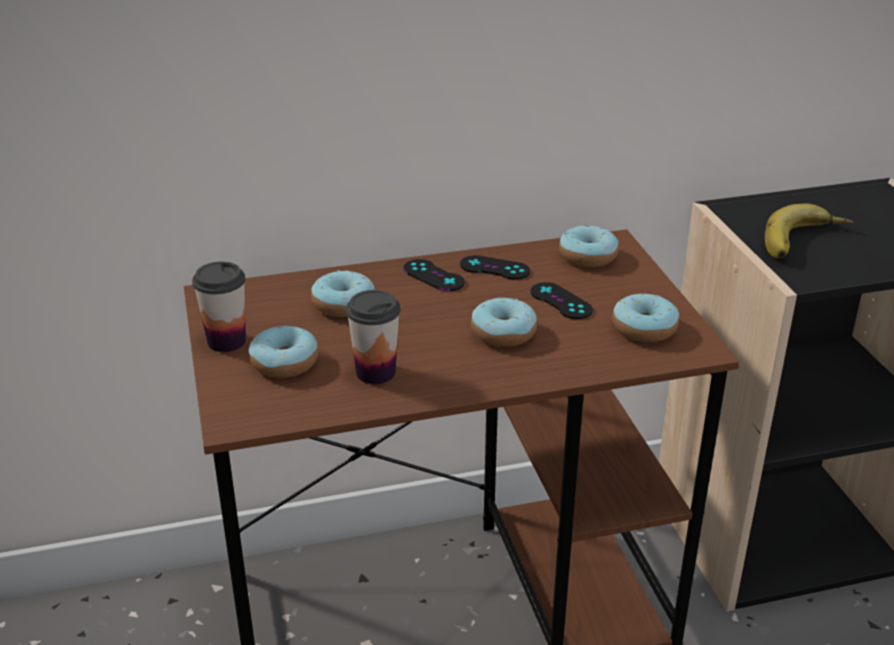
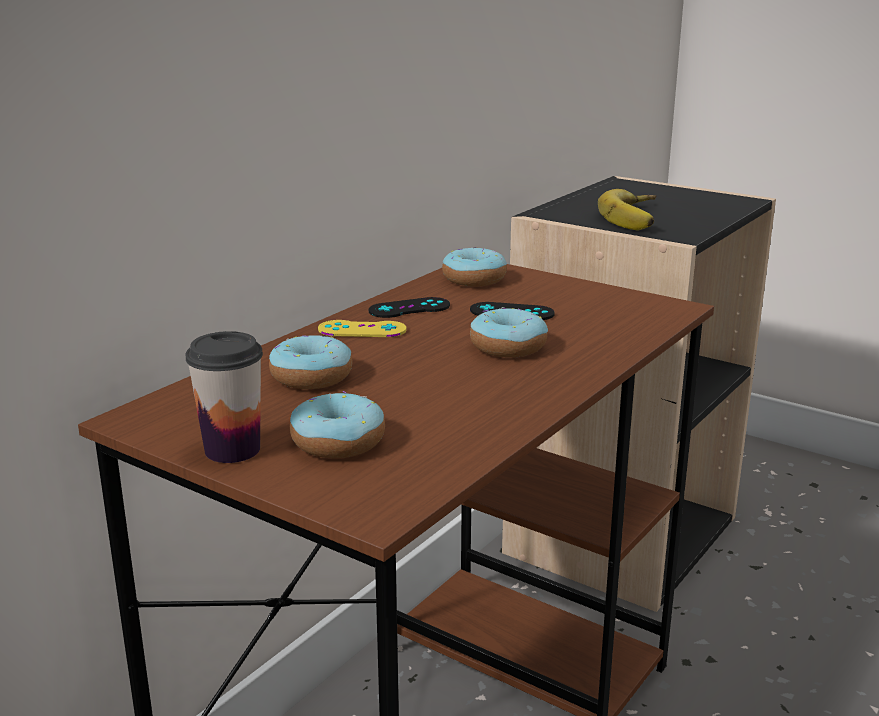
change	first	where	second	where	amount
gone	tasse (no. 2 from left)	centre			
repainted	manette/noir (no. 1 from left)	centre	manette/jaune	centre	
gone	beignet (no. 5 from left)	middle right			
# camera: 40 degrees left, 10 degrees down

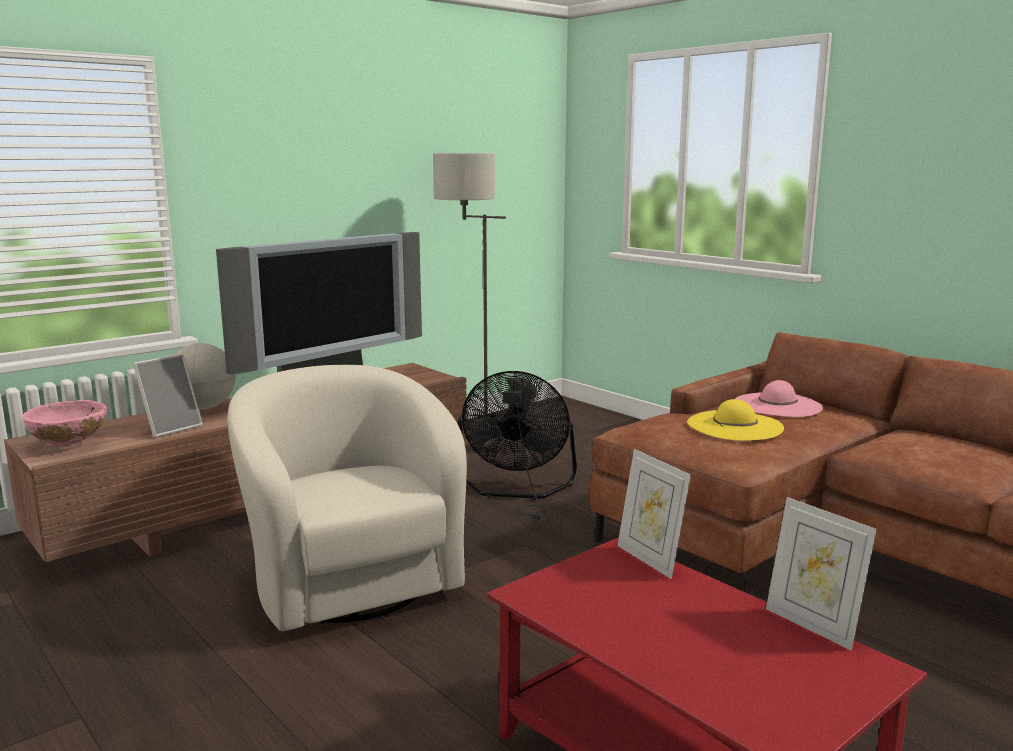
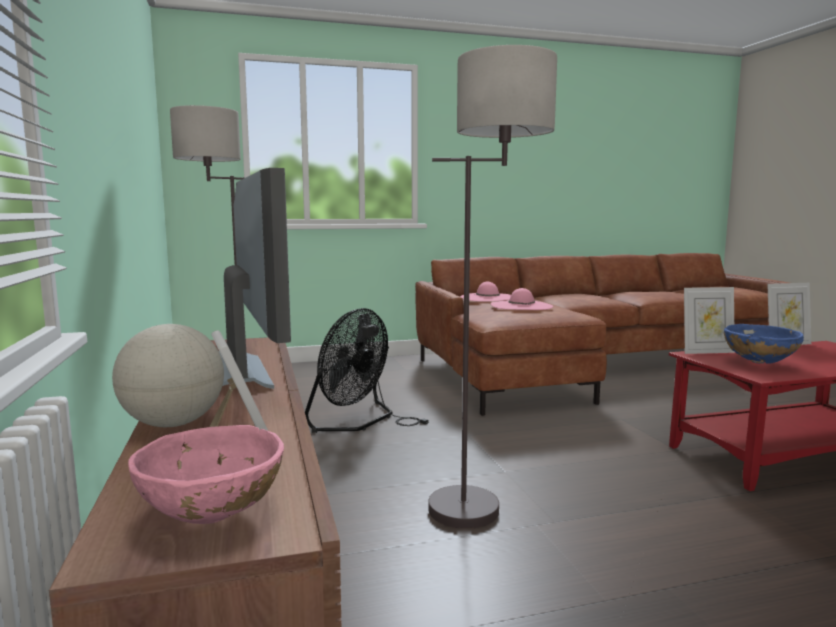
change	first	where	second	where	amount
swapped	fauteuil/beige	centre	lampadaire/gris (no. 2 from left)	centre	
repainted	chapeau/jaune	middle right	chapeau/rose (no. 2 from left)	centre	
new			bol/bleu	middle right	
# camera: 65 degrees left, 5 degrees down

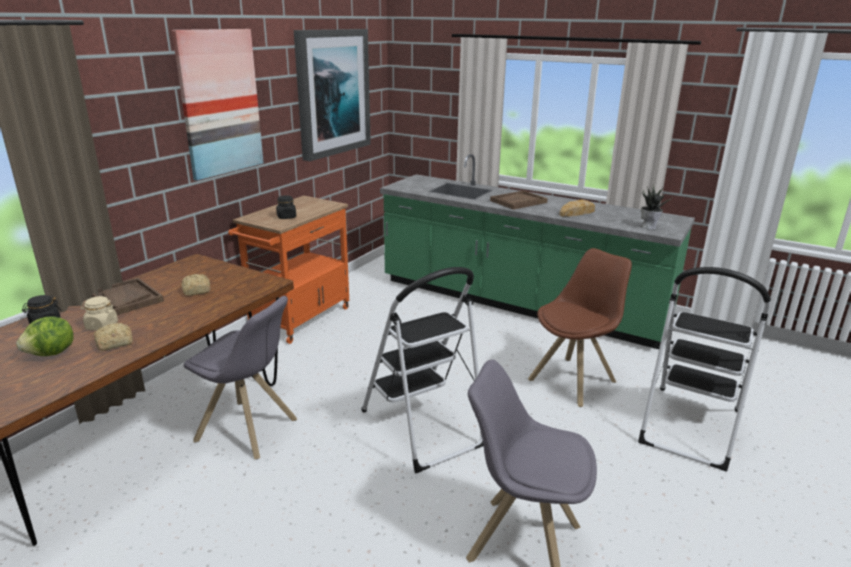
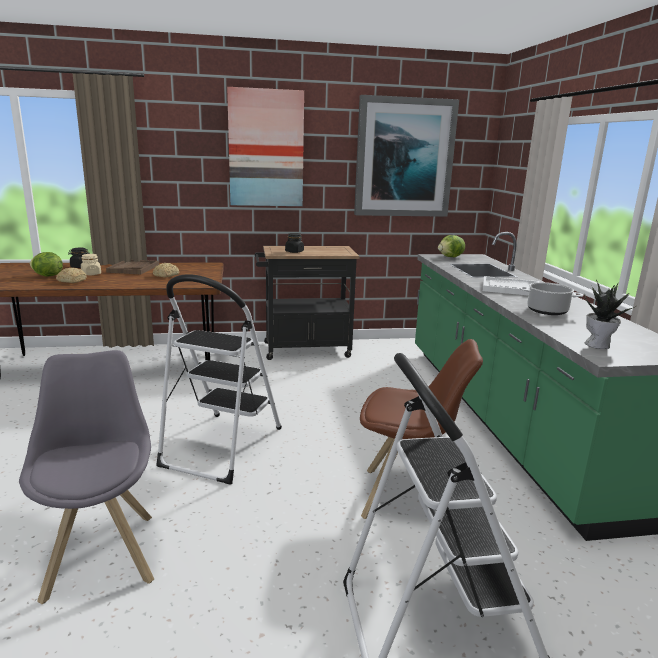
change	first	where	second	where	amount
gone	chaise/gris (no. 1 from left)	middle left			
repainted	chariot/orange	centre	chariot/noir	centre	
repainted	plateau/marron (no. 2 from left)	centre	plateau/blanc	middle right	
swapped	pain (no. 3 from left)	middle right	marmite	middle right	
new			laitue (no. 2 from left)	middle right	
# camera: 50 degrees right, 5 degrees down

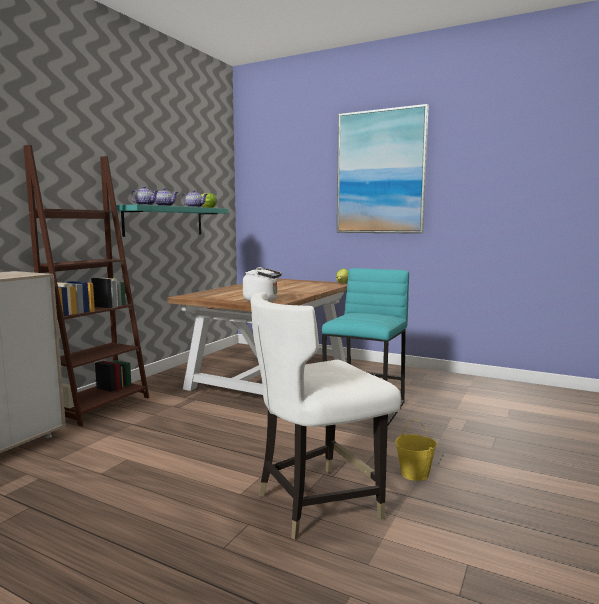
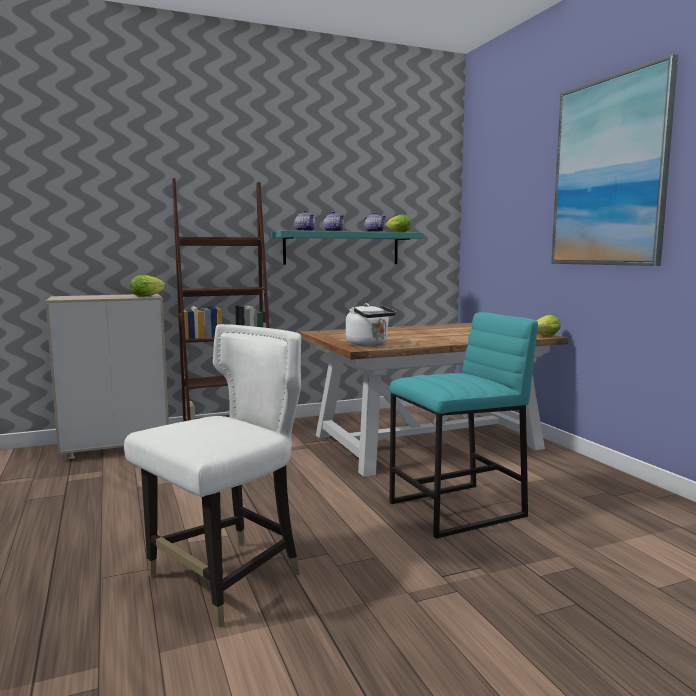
change	first	where	second	where	amount
rotated	chaise/blanc	bottom centre		bottom left	120 degrees clockwise
gone	seau/jaune	bottom right			
new			laitue (no. 1 from left)	middle left	
# camera: 40 degrees right, 0 degrees up

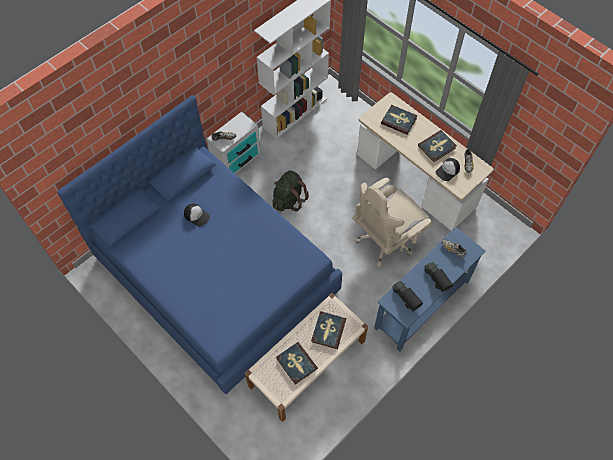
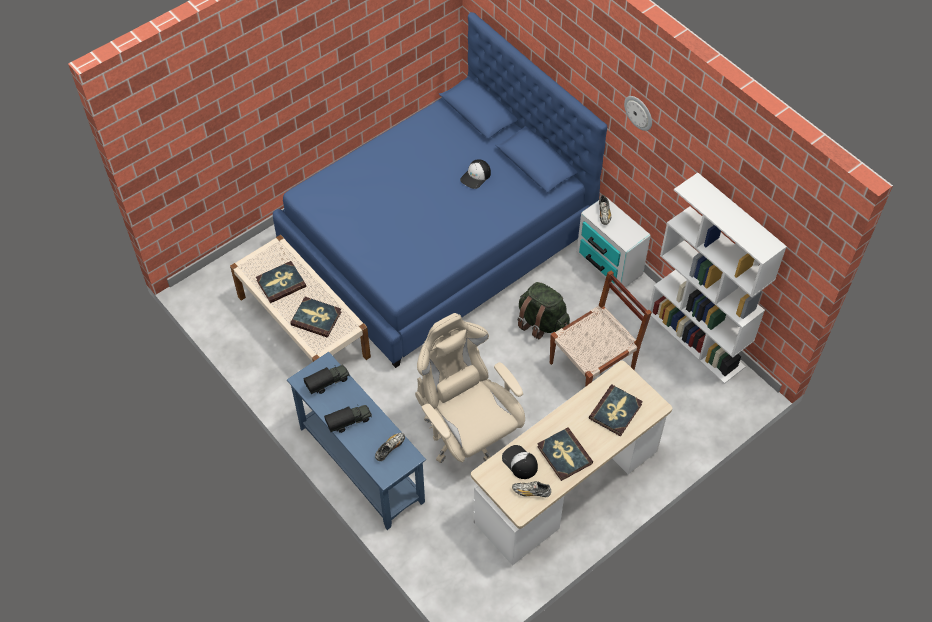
change	first	where	second	where	amount
new			chaise	centre	
new			horloge murale	top right	
# camera: 95 degrees right, 5 degrees down

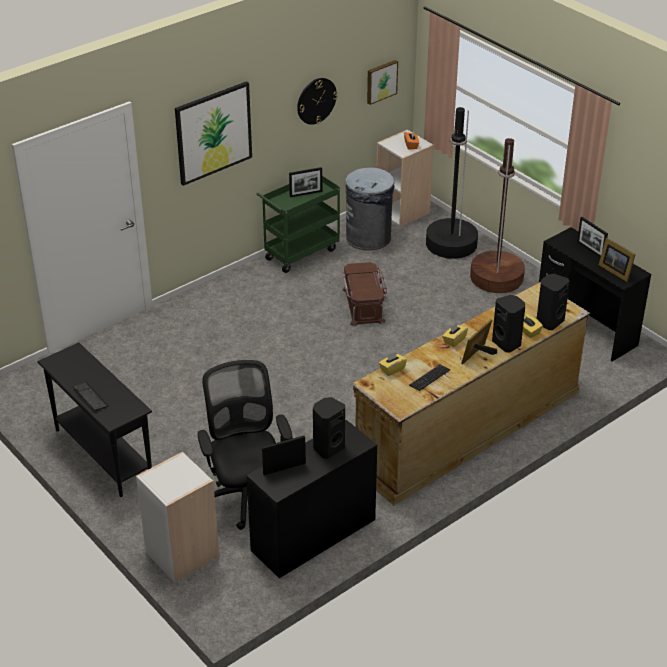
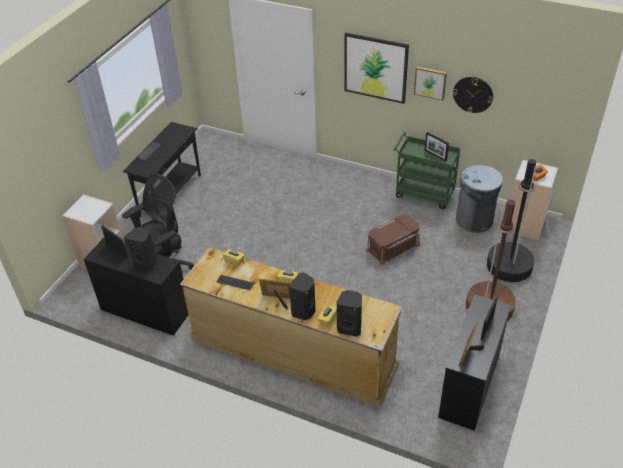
change	first	where	second	where	amount
shifted	tableau (no. 2 from left)	top centre		top right	
# camera: 65 degrees right, 5 degrees up

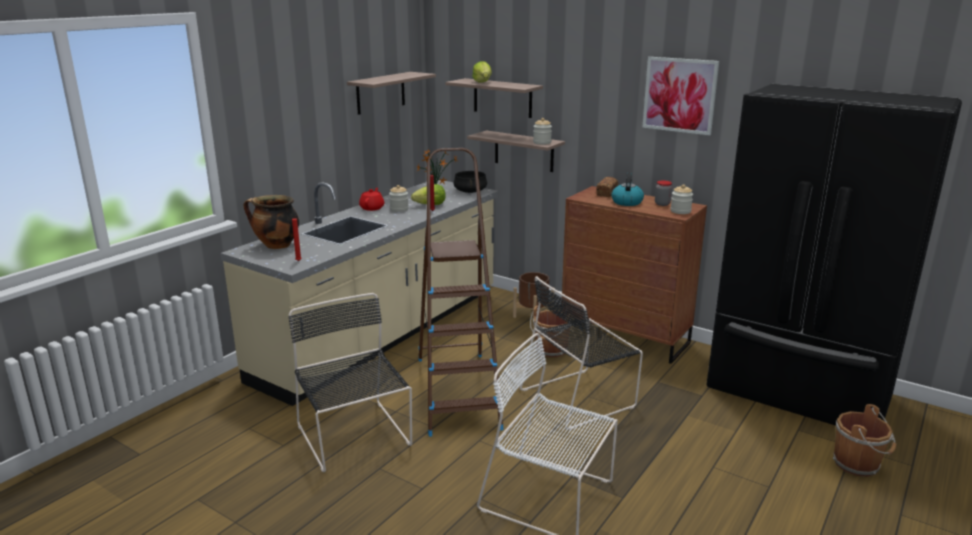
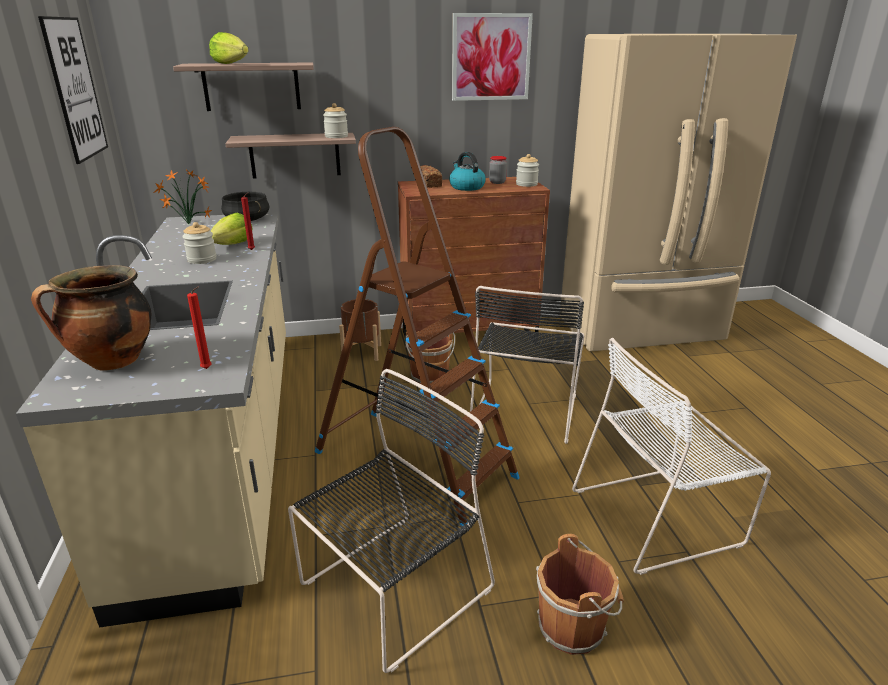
change	first	where	second	where	amount
rotated	chaise/noir (no. 1 from left)	bottom centre		bottom centre	120 degrees clockwise
swapped	étagère (no. 1 from left)	top centre	tableau (no. 1 from left)	top left	
gone	théière/rouge	centre			
repainted	réfrigérateur/noir	middle right	réfrigérateur/beige	top right	
shifted	seau/marron (no. 2 from left)	bottom right		bottom centre	
# camera: 45 degrees left, 5 degrees up

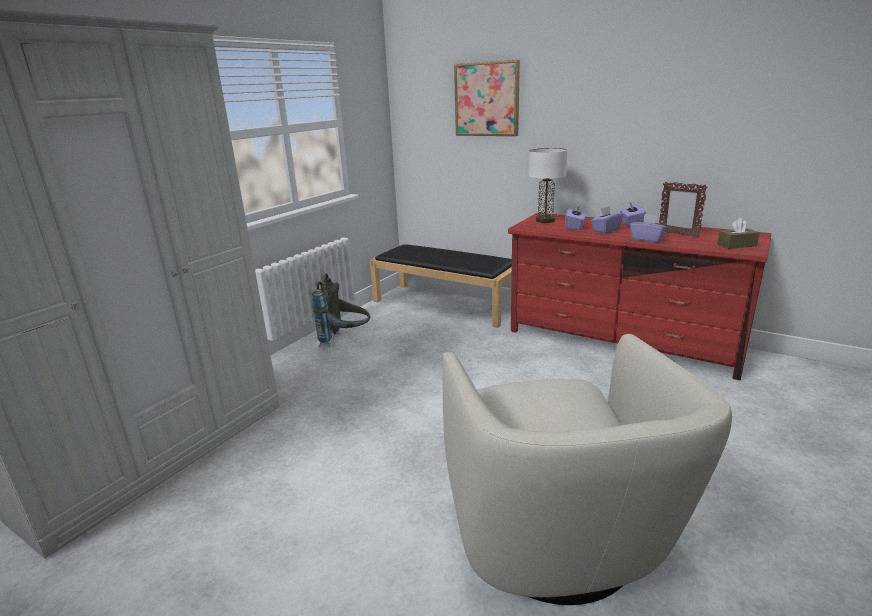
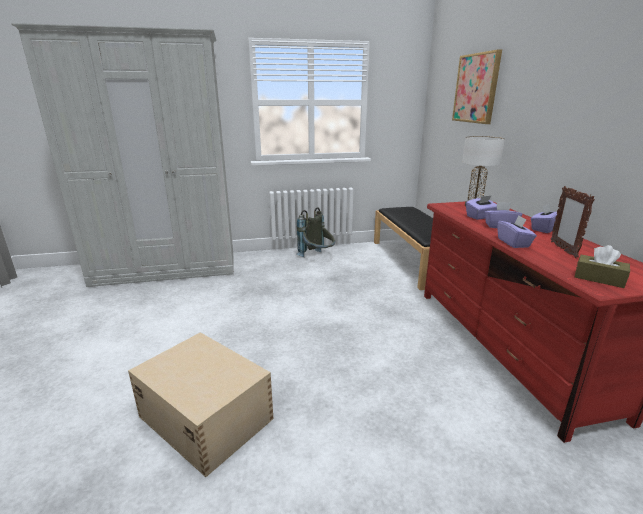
change	first	where	second	where	amount
swapped	fauteuil/beige	bottom right	boîte de rangement/beige	bottom left	
# camera: 45 degrees right, 0 degrees up

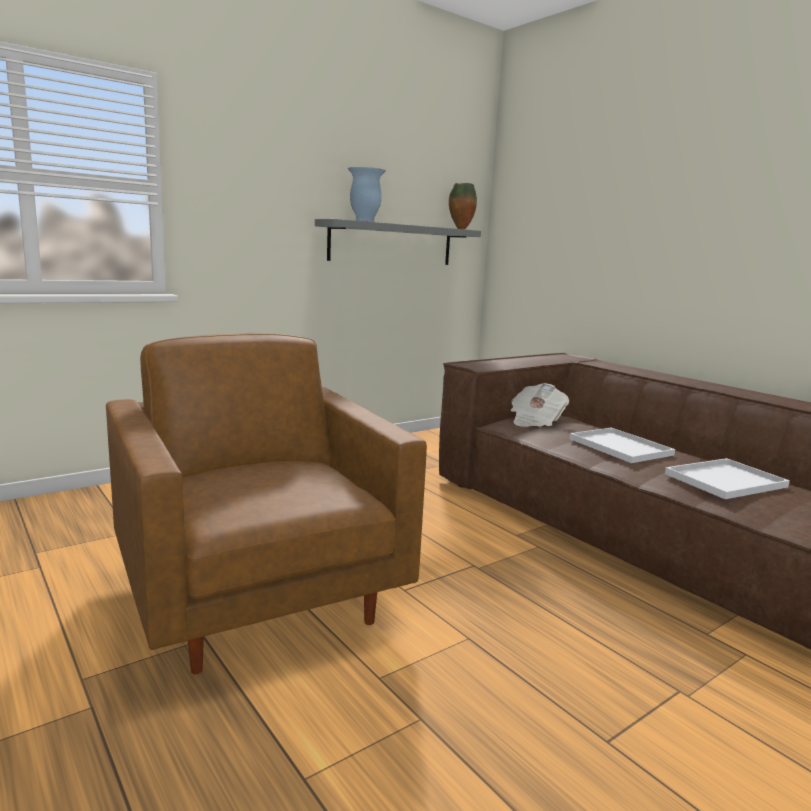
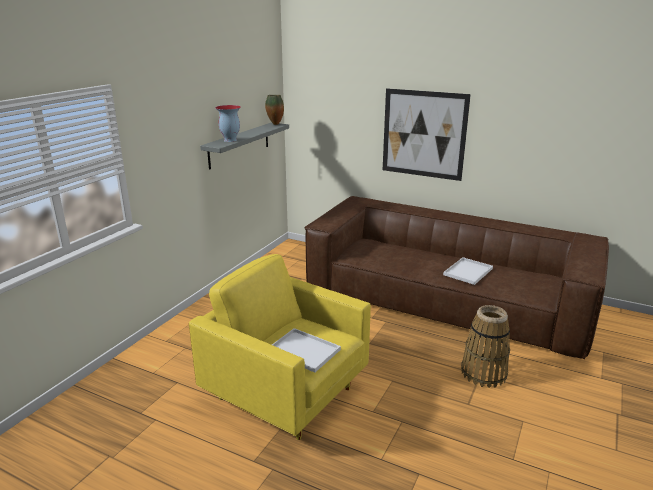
change	first	where	second	where	amount
repainted	fauteuil/marron	middle left	fauteuil/jaune	bottom centre	
gone	journal	centre			
shifted	plateau/blanc (no. 1 from left)	middle right		bottom centre	
new			tableau	top centre	
new			panier	bottom right	
# camera: 25 degrees left, 10 degrees up

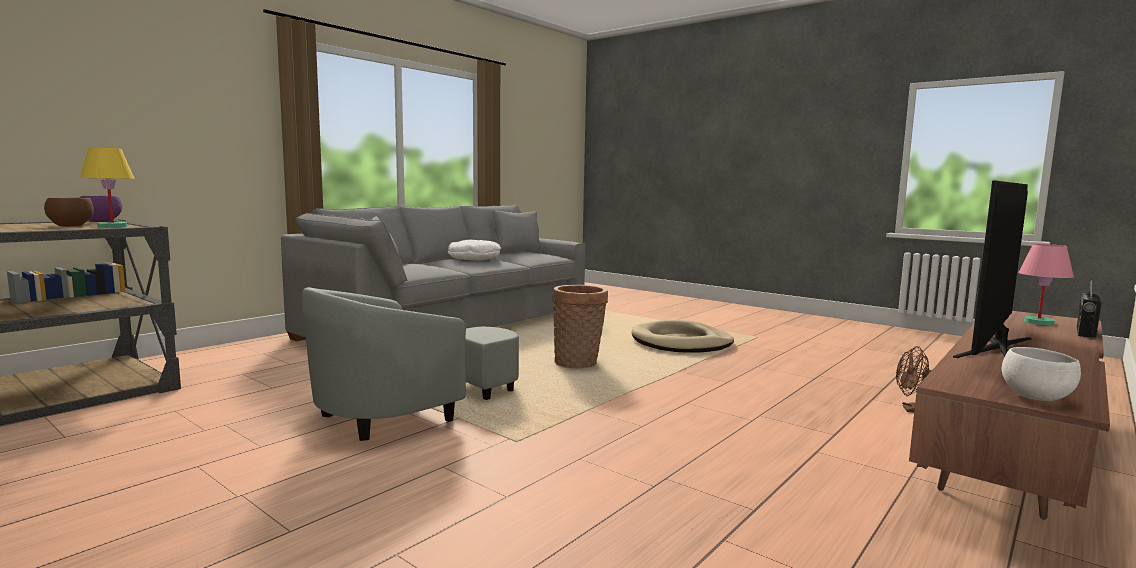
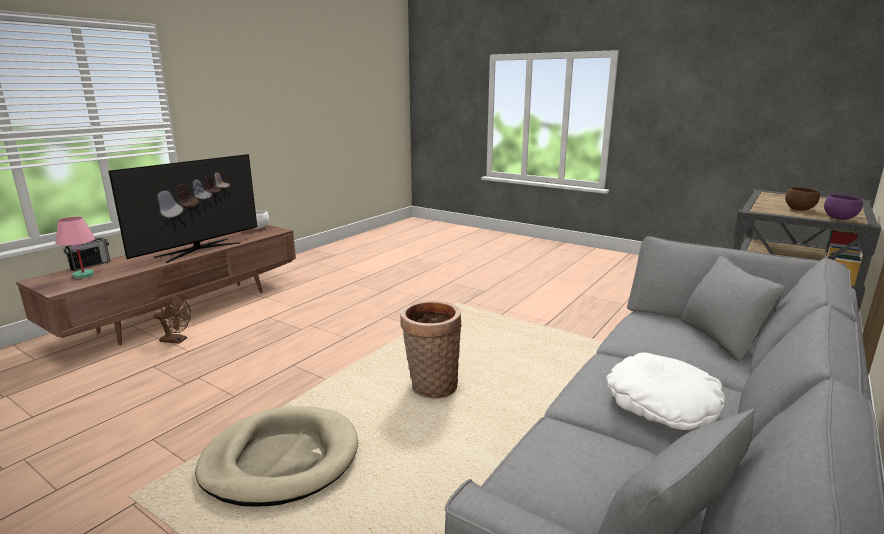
change	first	where	second	where	amount
gone	lampe de table/jaune	top left			
gone	fauteuil/gris	centre			
# camera: 175 degrees right, 10 degrees up

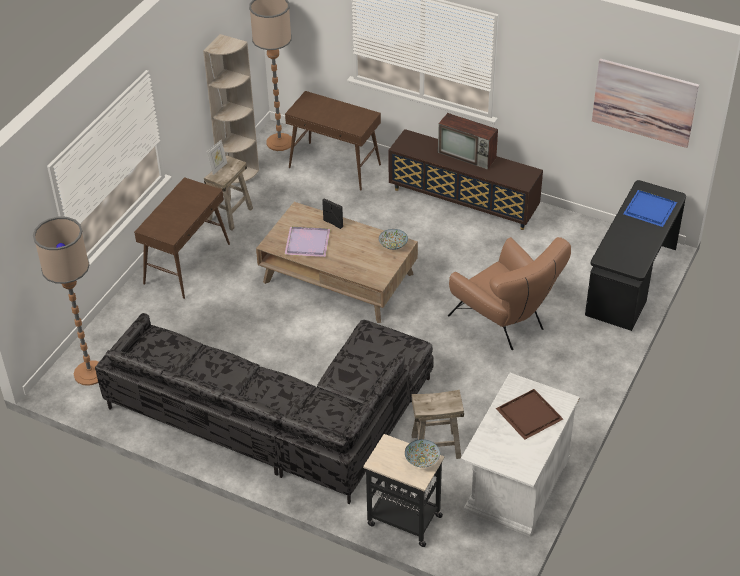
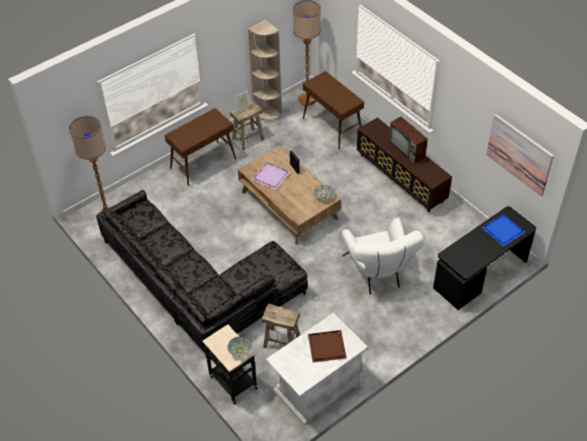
change	first	where	second	where	amount
repainted	fauteuil/marron	middle right	fauteuil/blanc	centre	
# camera: 25 degrees right, 5 degrees up

